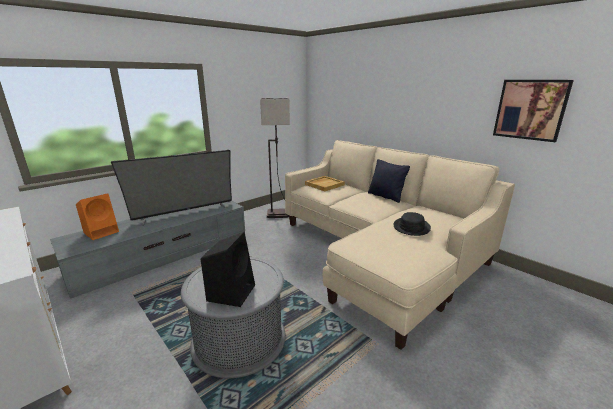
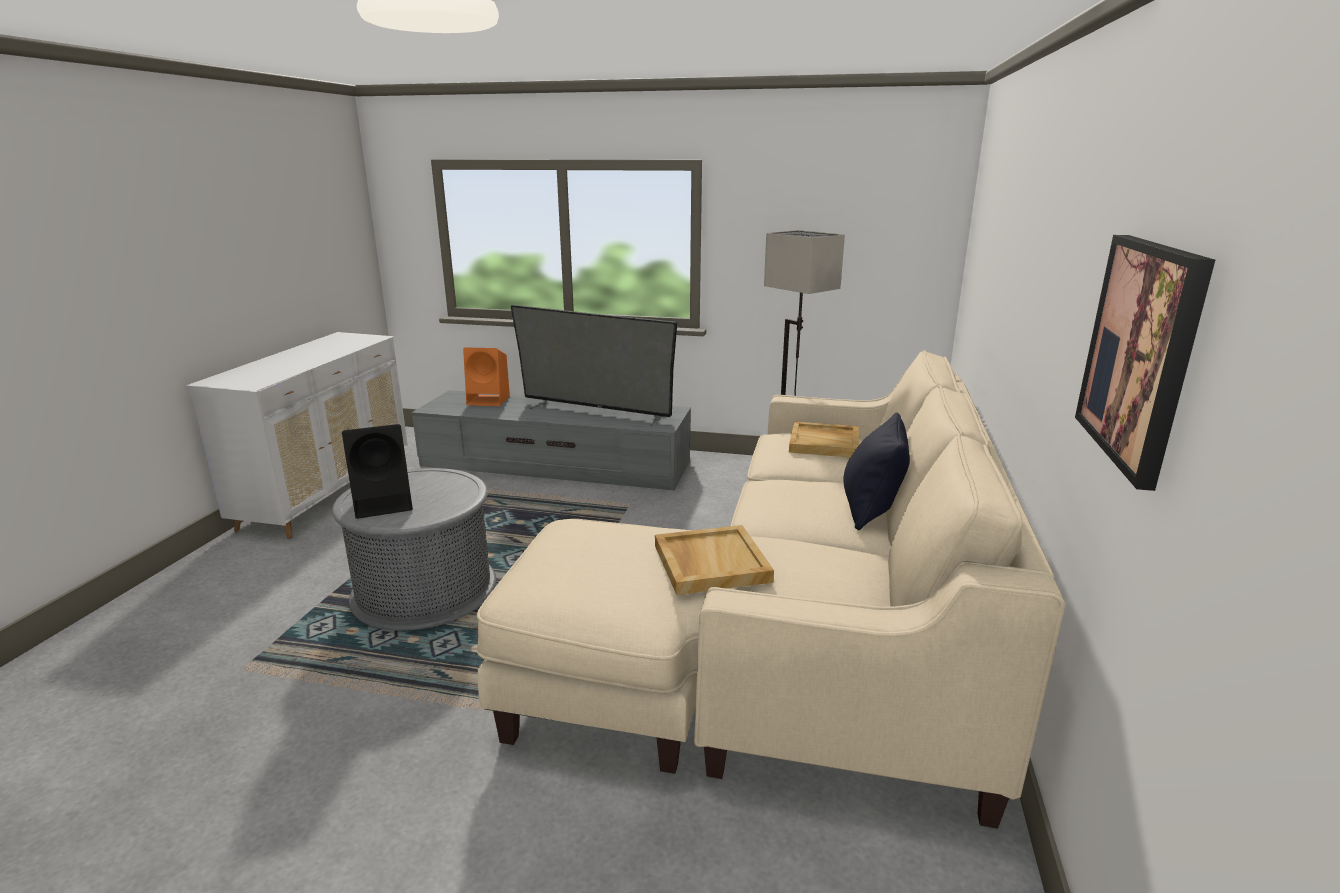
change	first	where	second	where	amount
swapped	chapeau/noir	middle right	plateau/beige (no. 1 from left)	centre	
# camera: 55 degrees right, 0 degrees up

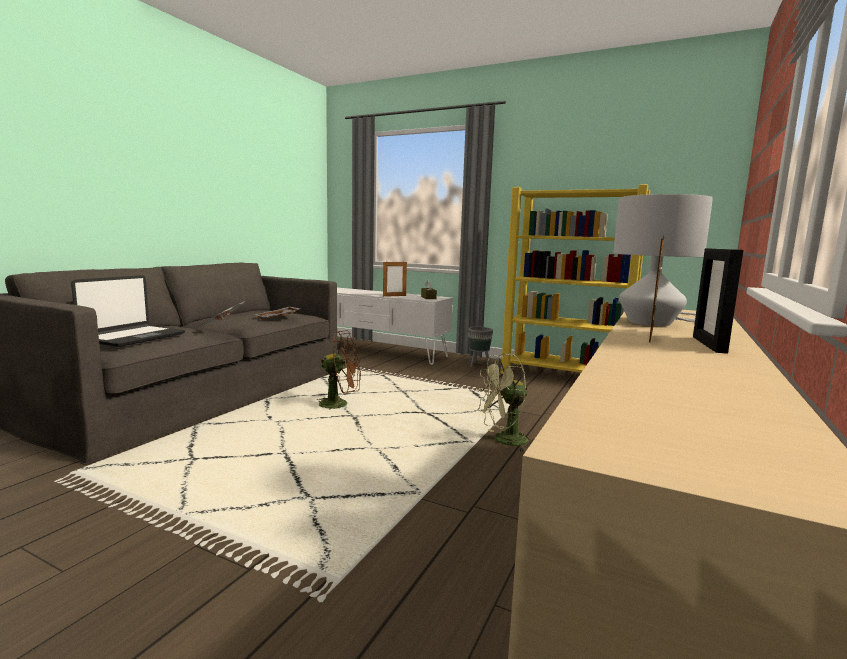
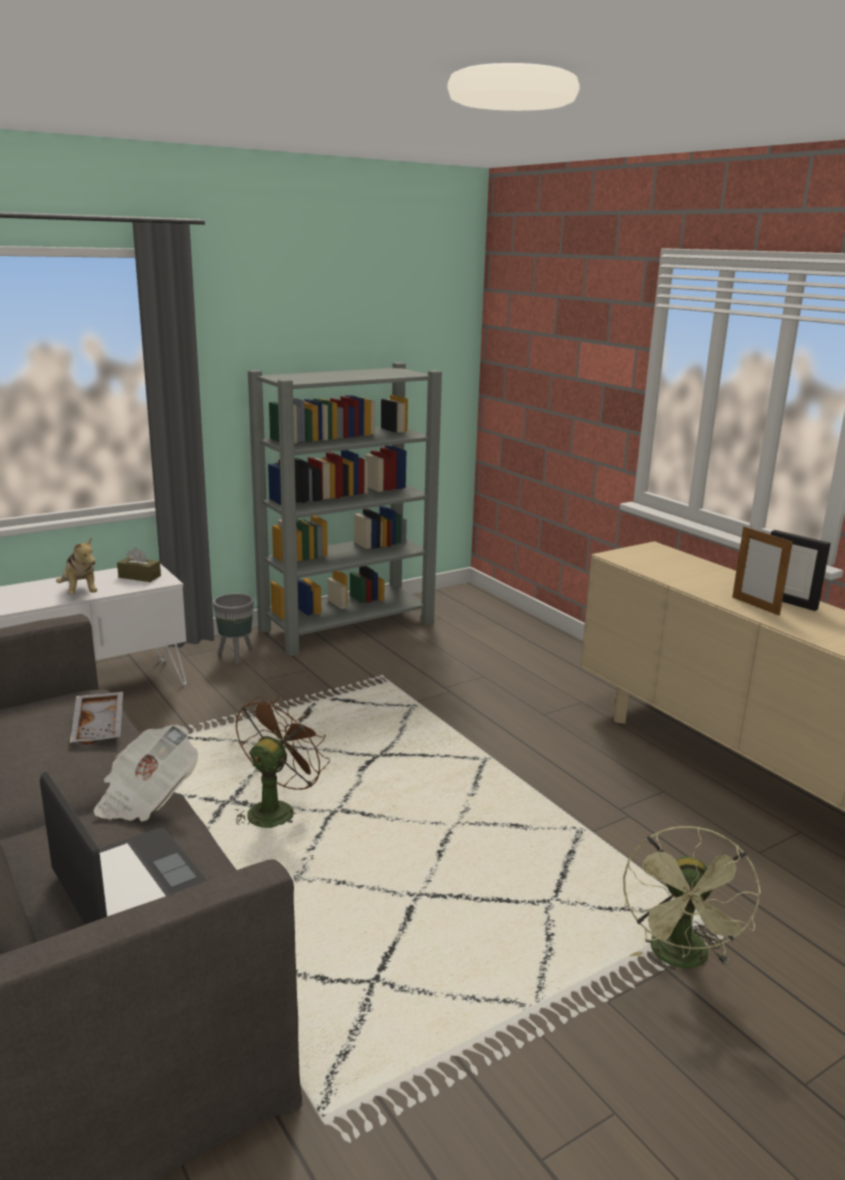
change	first	where	second	where	amount
swapped	cadre photo (no. 1 from left)	centre	peluche	middle left	
shifted	ventilateur/vert	centre		bottom right	
repainted	bibliothèque/jaune	middle right	bibliothèque/gris	centre	
gone	lampe de table/blanc	middle right			
# camera: 60 degrees left, 10 degrees up

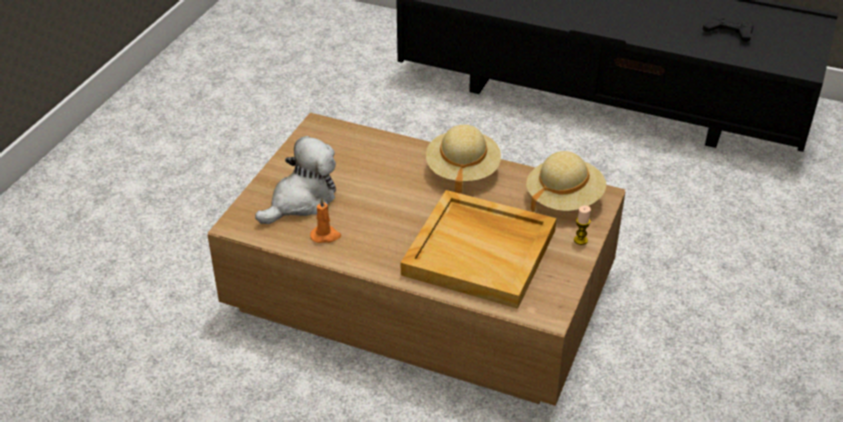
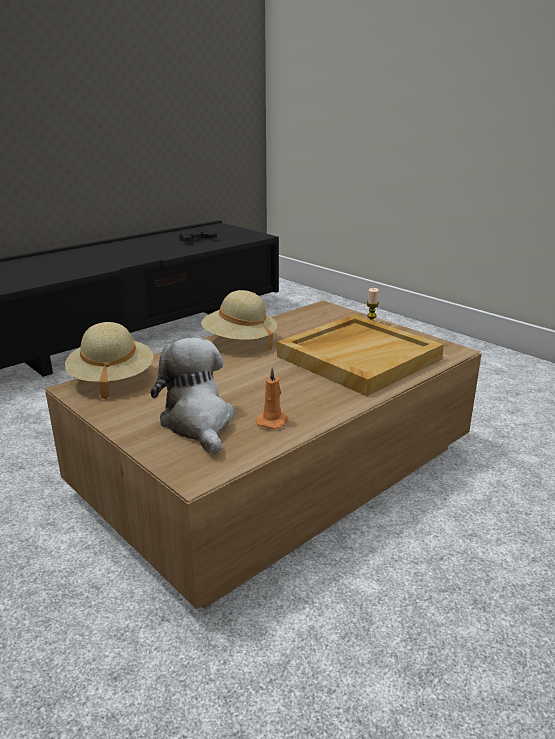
change	first	where	second	where	amount
shifted	chapeau/beige (no. 2 from left in the first image)	middle right	chapeau/beige (no. 1 from left)	middle left	
# camera: 65 degrees left, 15 degrees down

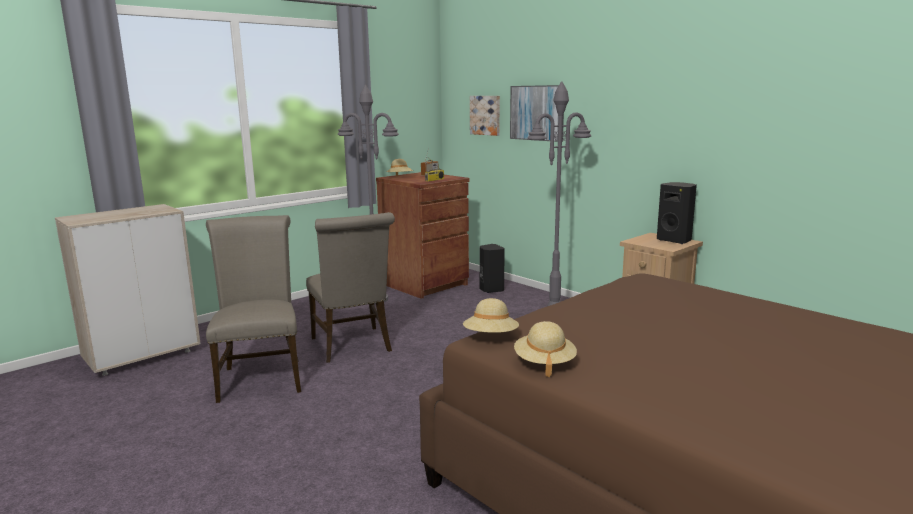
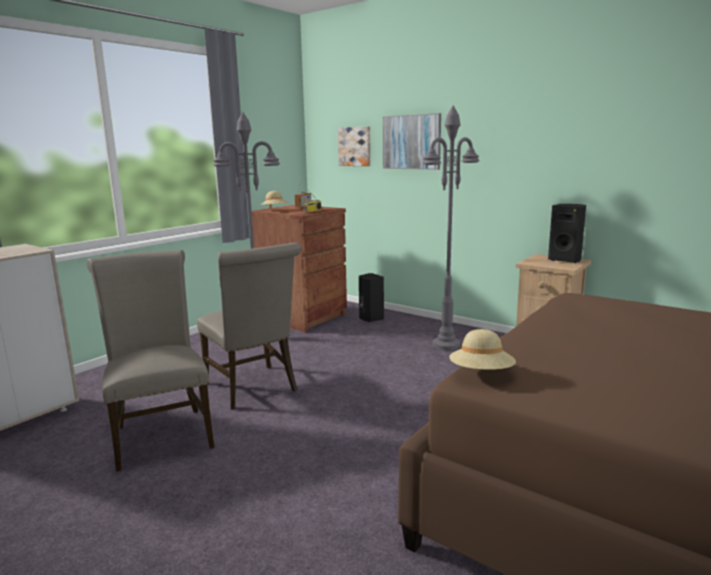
change	first	where	second	where	amount
gone	chapeau/beige (no. 3 from left)	bottom centre			
# camera: 10 degrees left, 0 degrees up

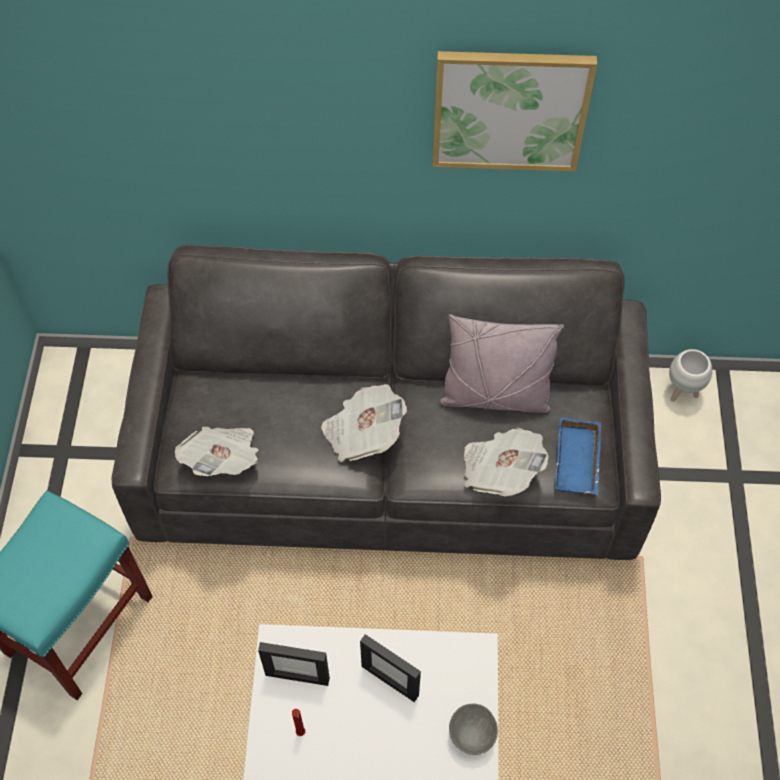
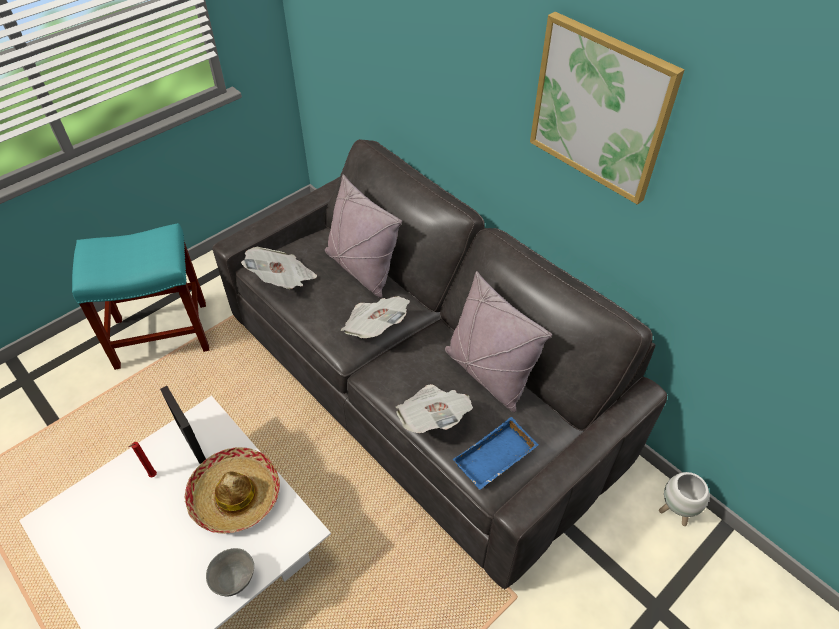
change	first	where	second	where	amount
swapped	cadre photo (no. 2 from left)	bottom centre	chapeau	bottom left	
new			coussin/violet (no. 1 from left)	centre	
# camera: 45 degrees right, 10 degrees down

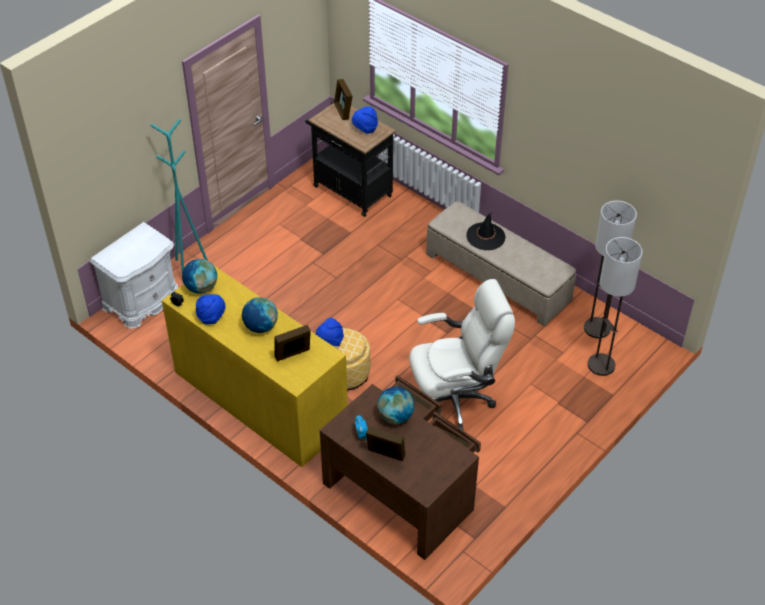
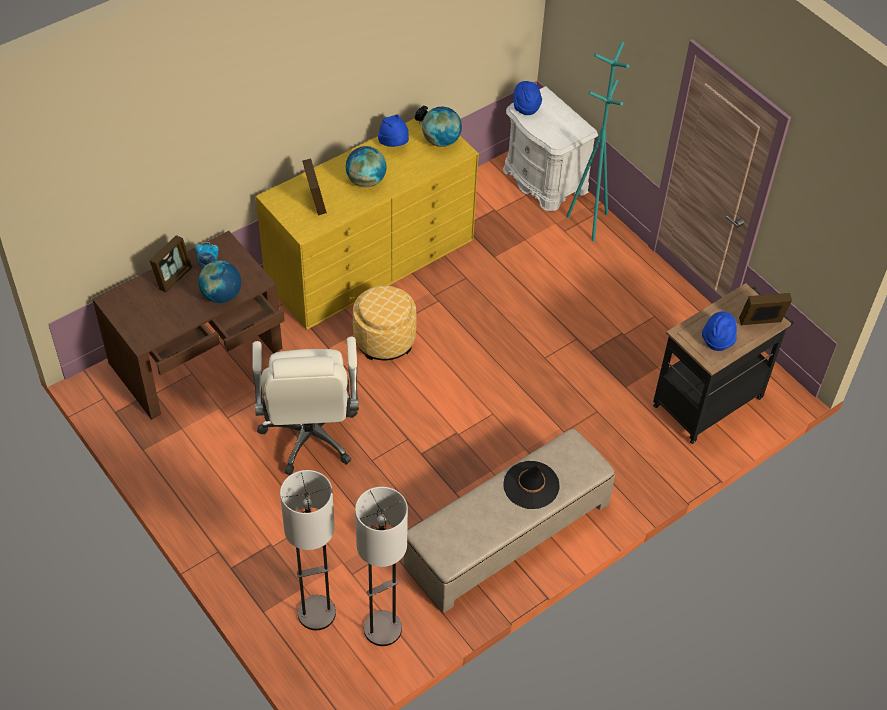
change	first	where	second	where	amount
shifted	chapeau/bleu (no. 2 from left)	centre		top centre	
# camera: 100 degrees right, 5 degrees up

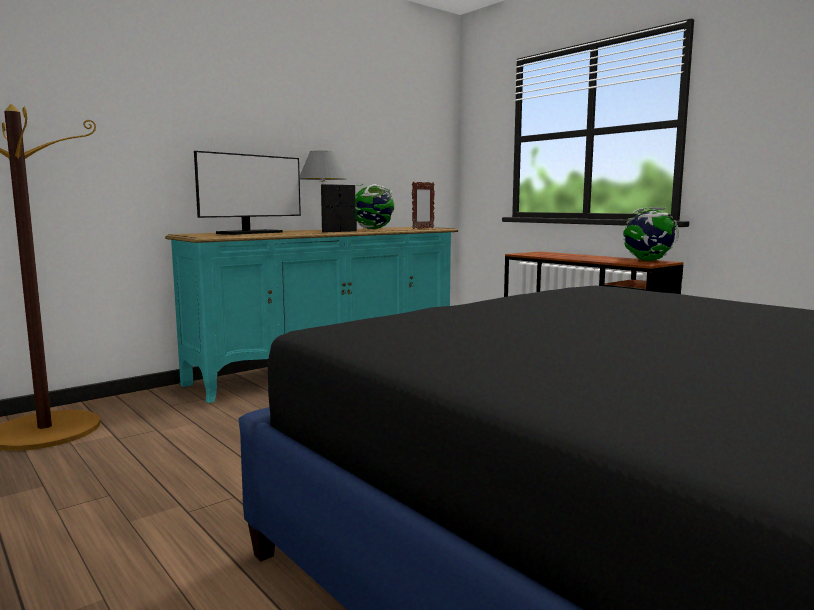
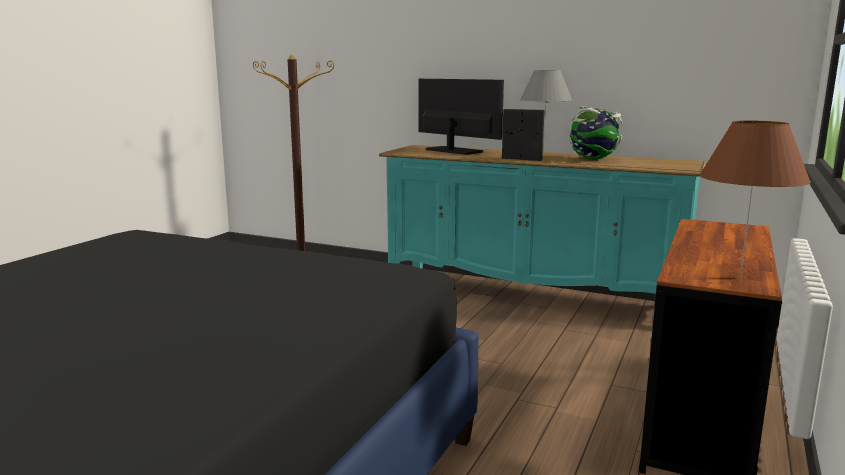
change	first	where	second	where	amount
rotated	écran d'ordinateur	top left		top centre	150 degrees counterclockwise
gone	cadre photo (no. 2 from left)	centre			
swapped	globe (no. 2 from left)	middle right	lampe de table/marron	middle right	
# camera: 65 degrees right, 5 degrees up

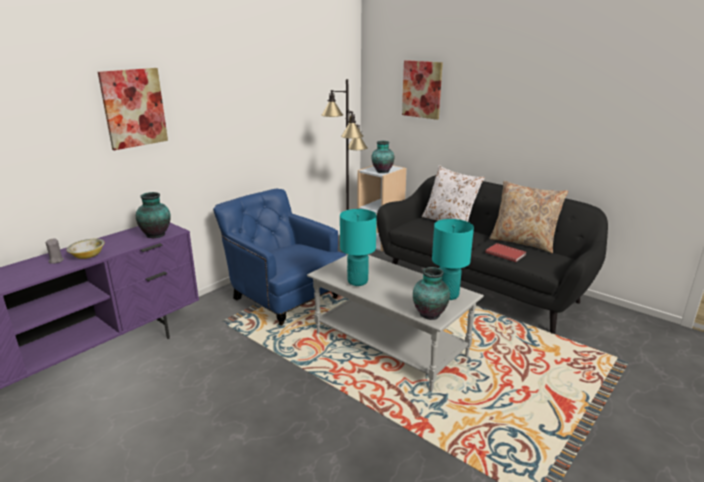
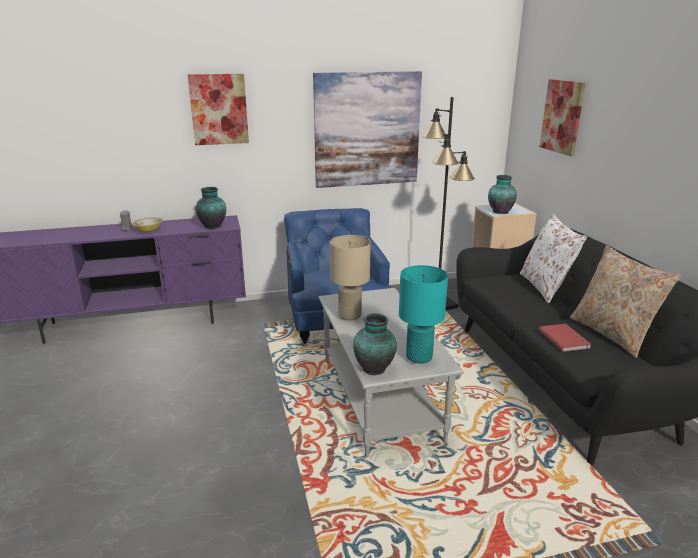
change	first	where	second	where	amount
repainted	lampe de table/turquoise (no. 1 from left)	centre	lampe de table/beige	centre	
new			tableau (no. 2 from left)	top centre	
# camera: 35 degrees right, 0 degrees up

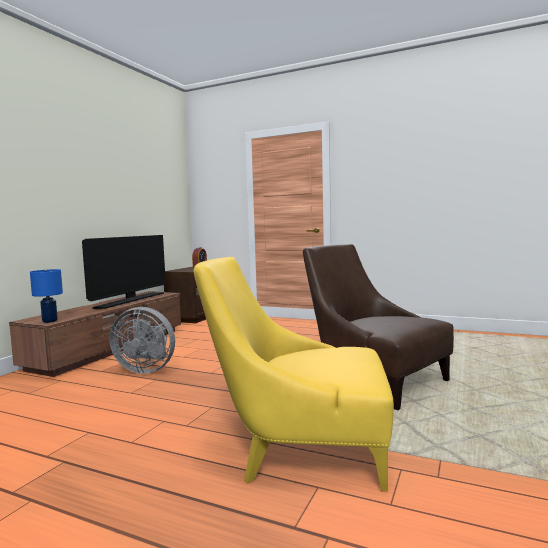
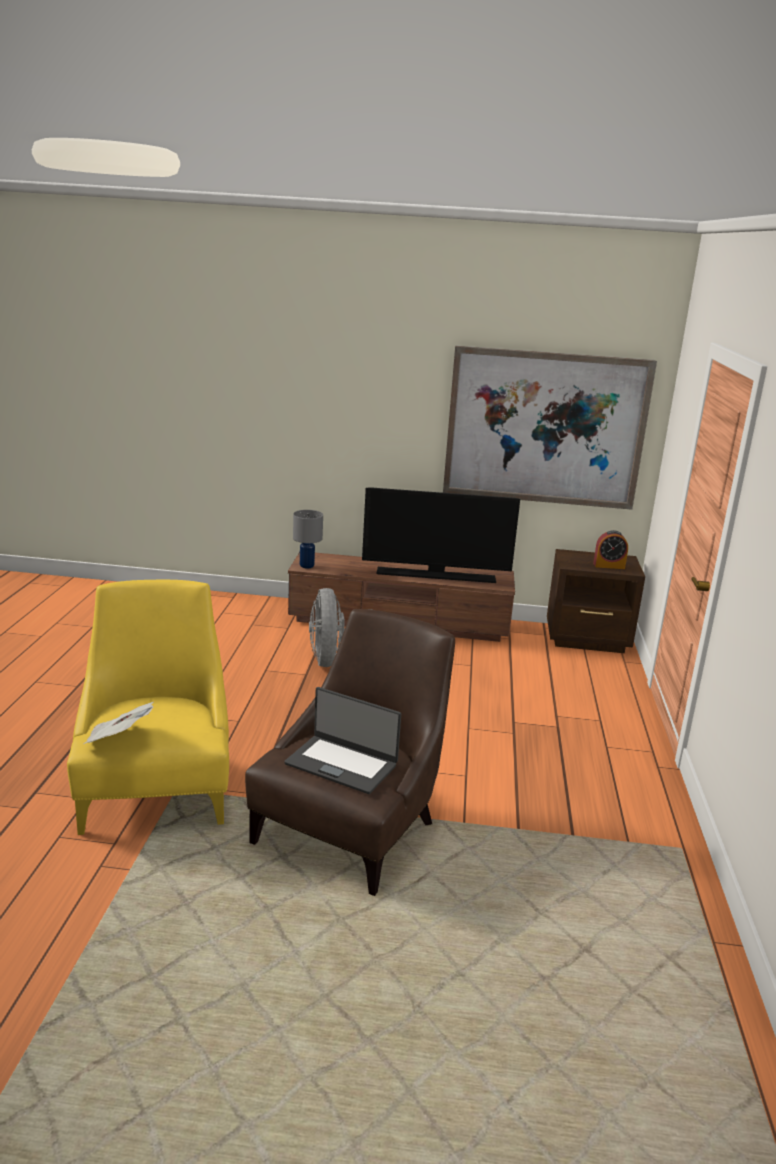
change	first	where	second	where	amount
repainted	lampe de table/bleu	middle left	lampe de table/gris	centre	
new			journal	middle left	
new			ordinateur portable	centre	
new			tableau	middle right	
# camera: 70 degrees right, 15 degrees up

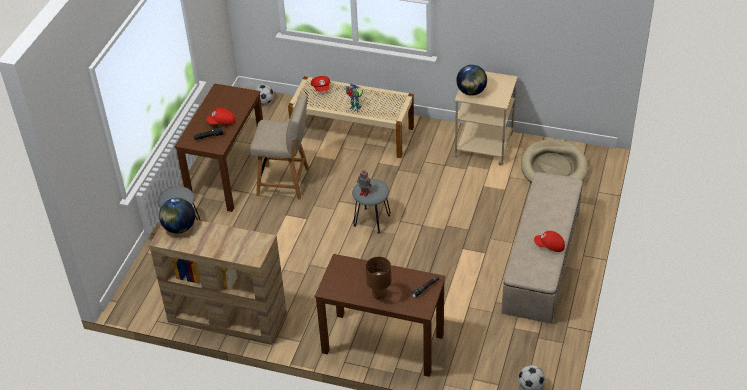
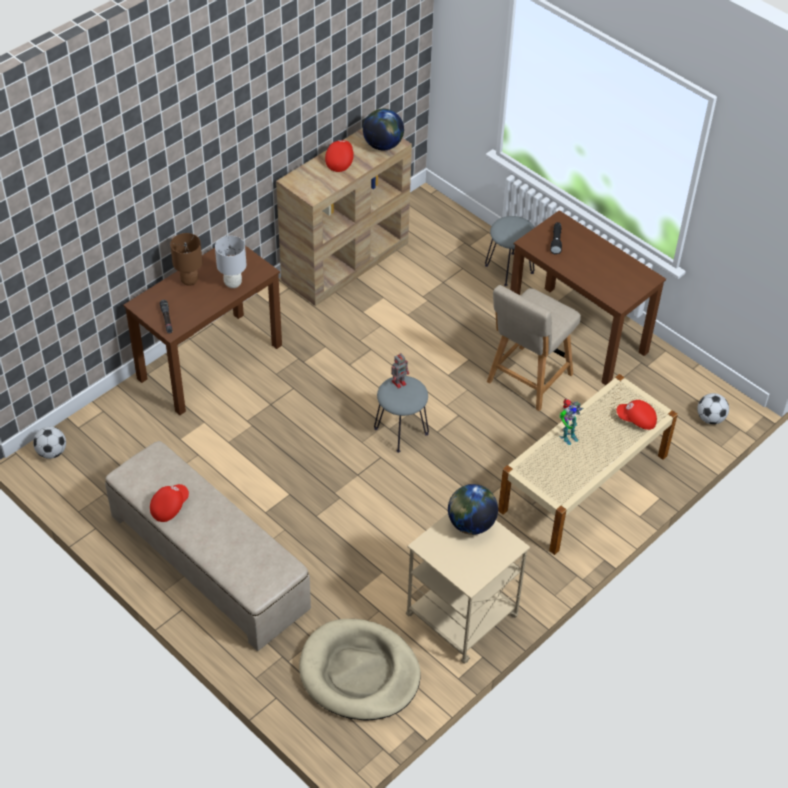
change	first	where	second	where	amount
shifted	casquette/rouge (no. 1 from left in the first image)	top left	casquette/rouge (no. 2 from left)	top centre	
new			lampe de table/gris	top left	
# camera: 115 degrees right, 5 degrees up

